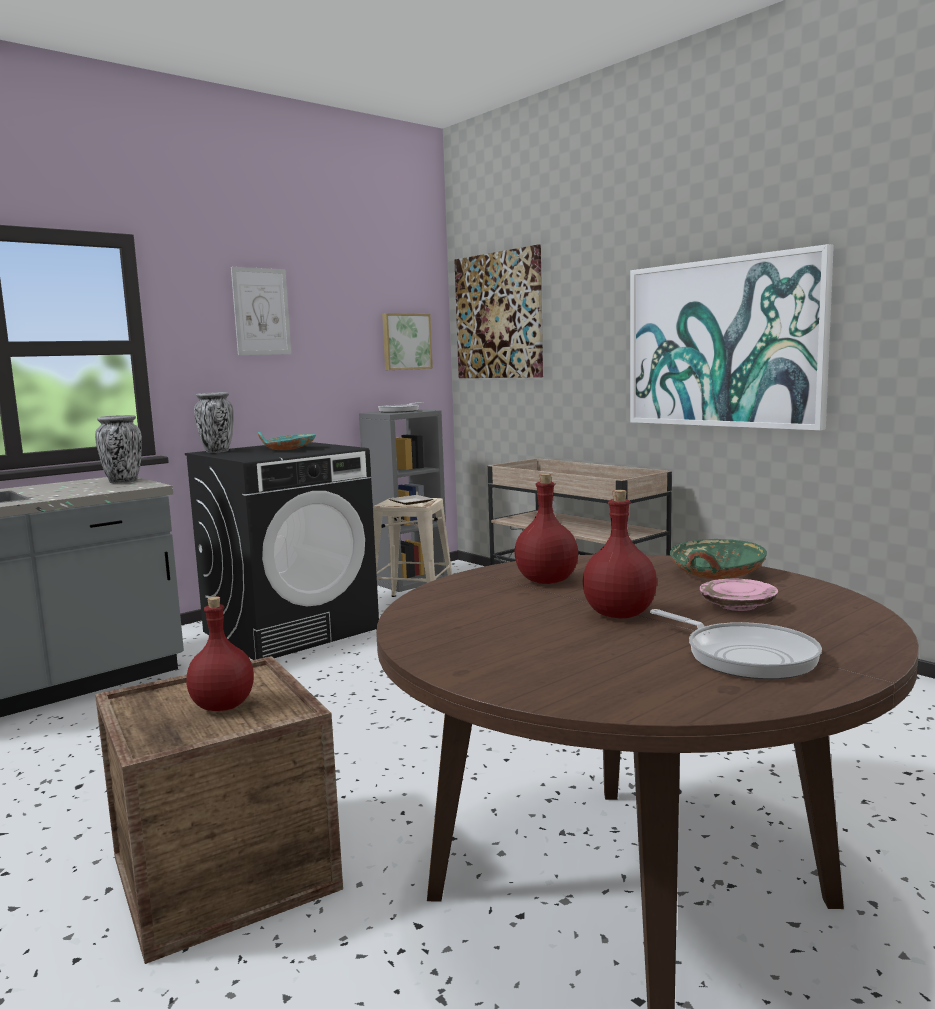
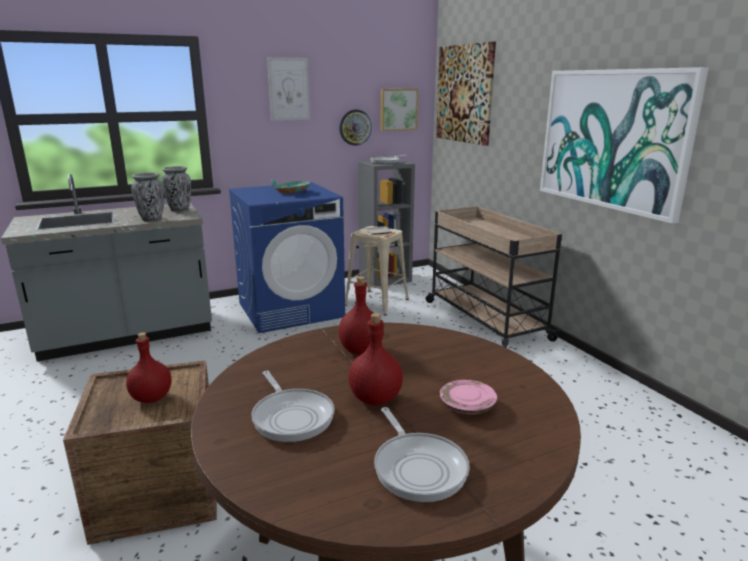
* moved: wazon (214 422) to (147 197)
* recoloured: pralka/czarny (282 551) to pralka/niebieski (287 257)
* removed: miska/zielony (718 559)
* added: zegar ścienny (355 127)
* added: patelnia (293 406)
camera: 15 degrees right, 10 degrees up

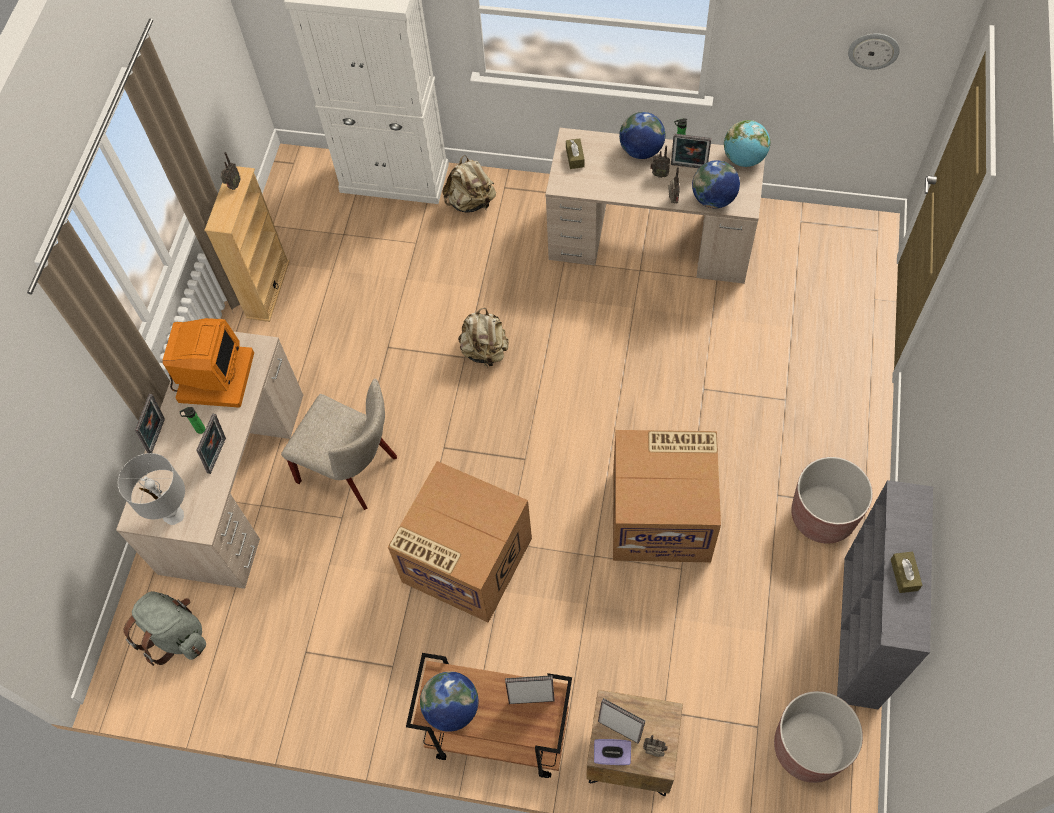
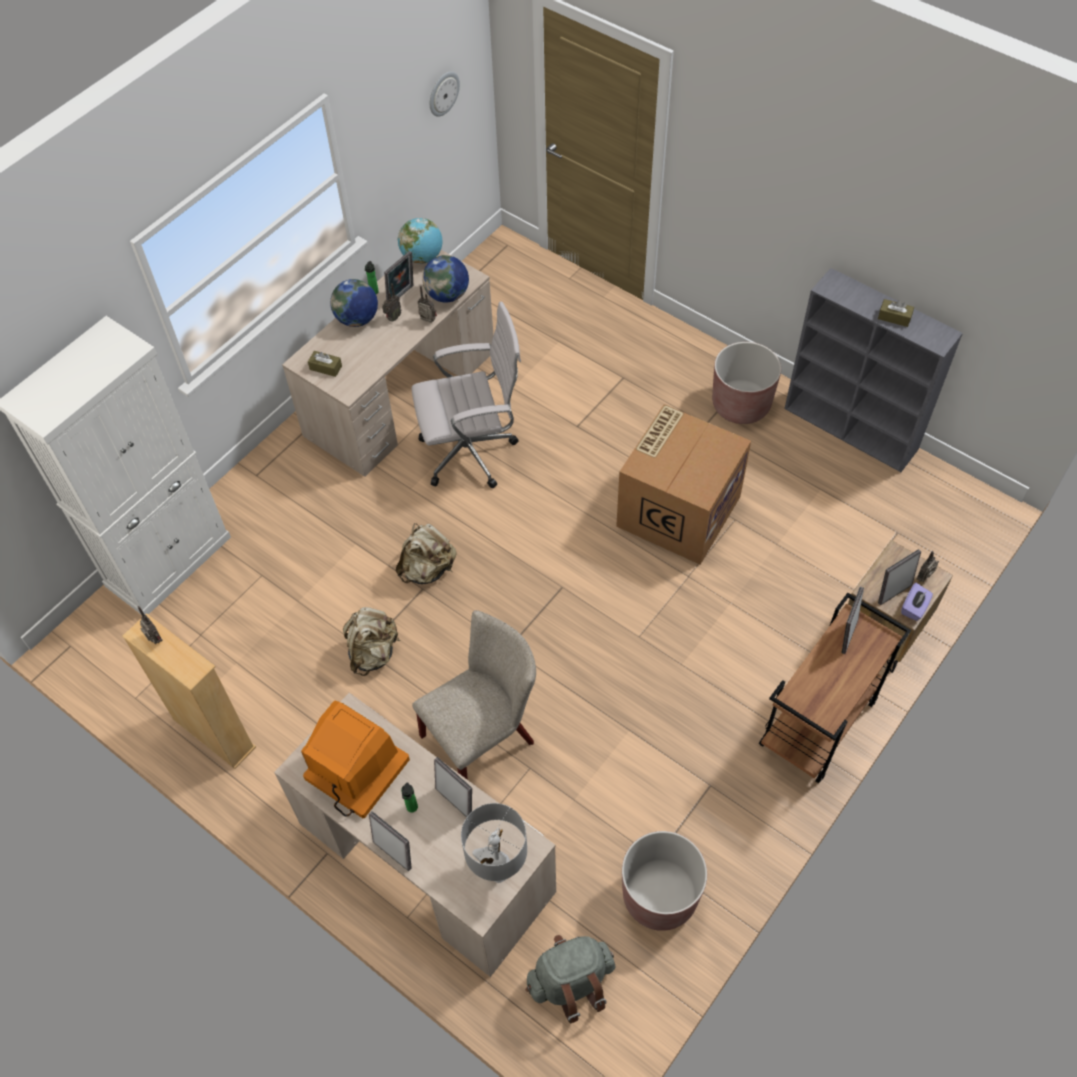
* moved: plecak/beżowy (469 183) to (371 641)
* removed: karton (460 542)
* removed: globus (449 701)
* moved: donica/brązowy (818 737) to (664 881)
* added: krzesło biurowe/biały (466 394)
camera: 65 degrees left, 5 degrees down

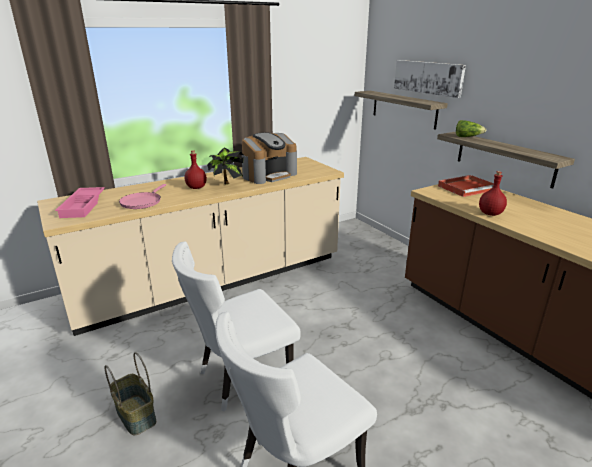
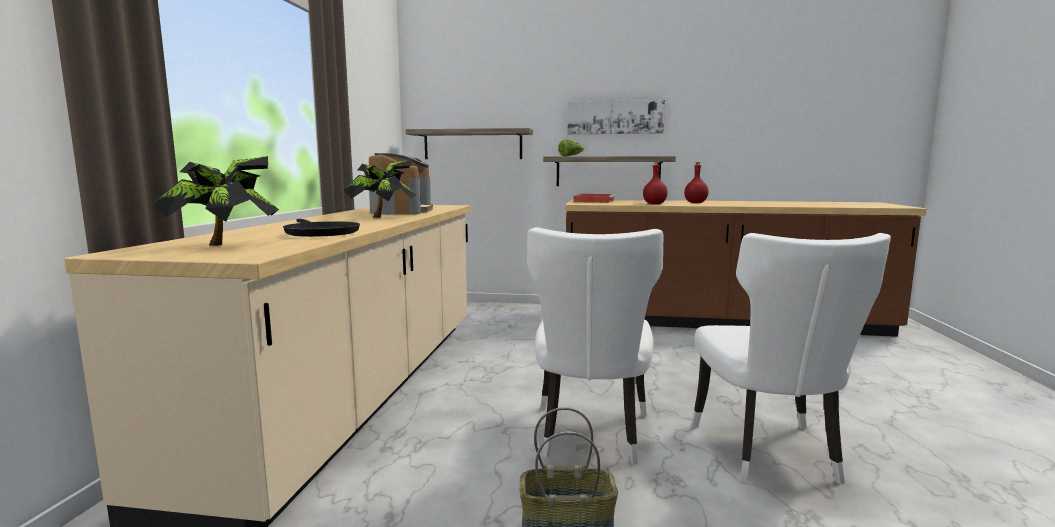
* moved: obraz (430 79) to (616 117)
* moved: butelka/czerwony (196 169) to (696 182)
* recoloured: patelnia/różowy (142 196) to patelnia/czarny (321 228)
* replaced: taca/różowy (80 202) to roślina doniczkowa (216 201)
camera: 50 degrees left, 15 degrees down

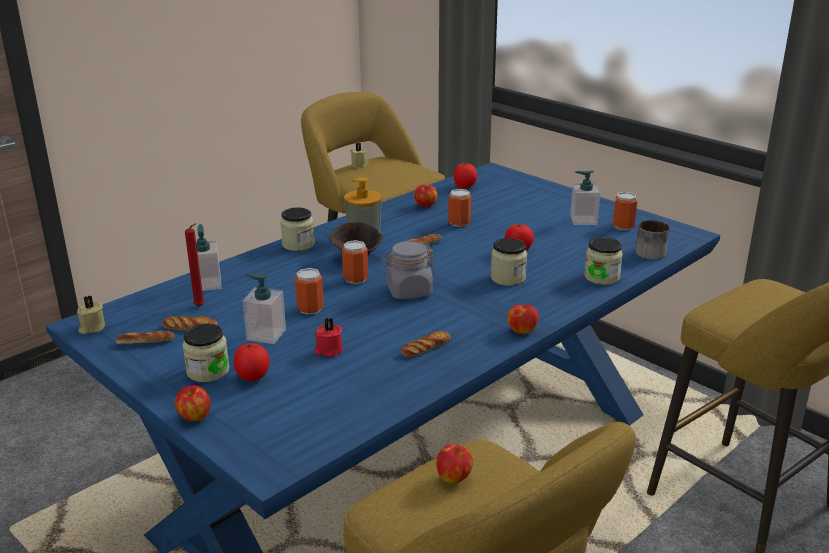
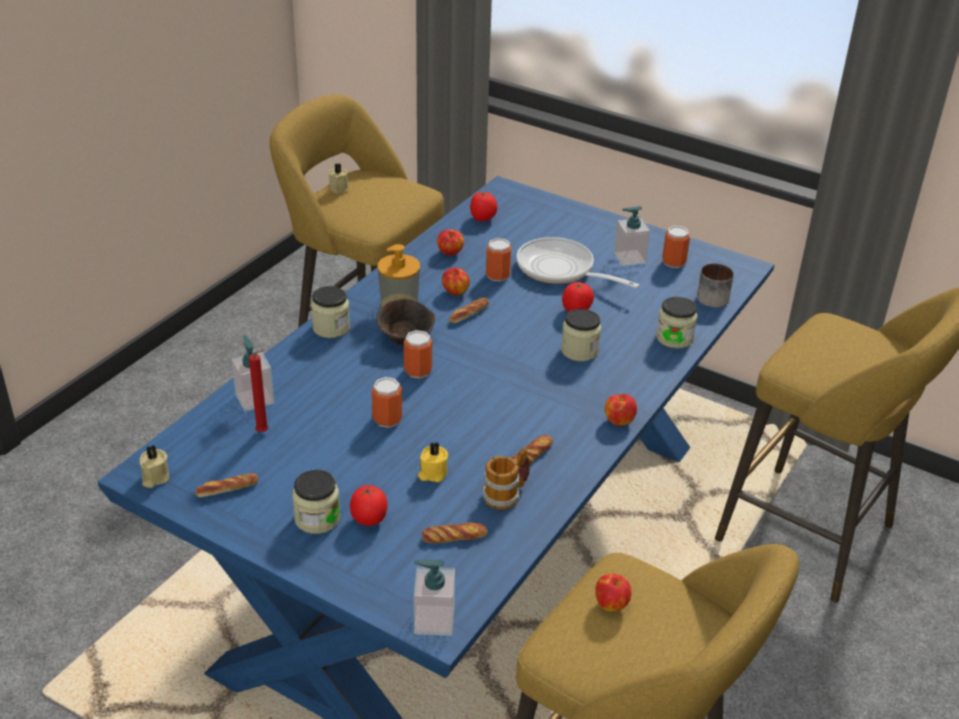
* removed: słoik/szary (408 270)
* moved: dozownik mydła (264 308) to (434 597)
* moved: chleb (190 323) to (454 532)
* recoloured: świeca/czerwony (328 337) to świeca/żółty (433 462)
* moved: jabłko (192 403) to (456 281)
* added: patelnia (578 262)
* added: kubek (506 479)
camera: 15 degrees left, 10 degrees up

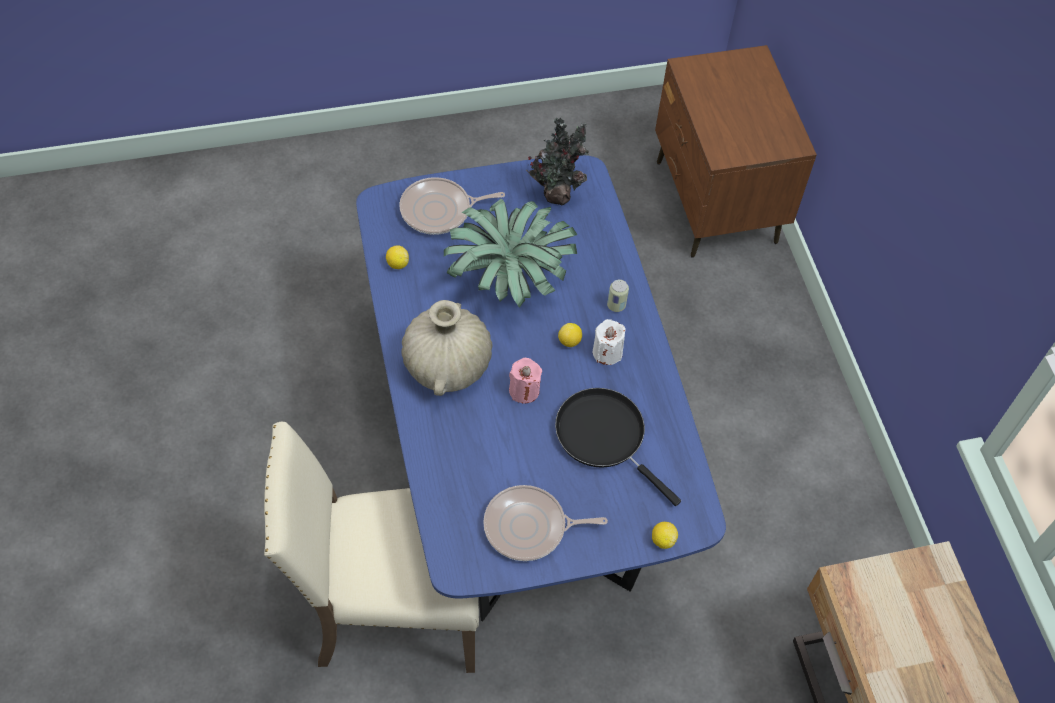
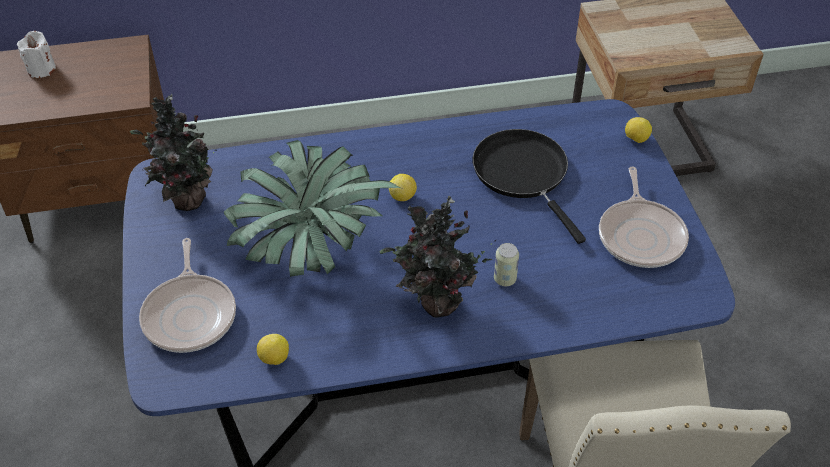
* moved: puszka (618 295) to (506 265)
* replaced: wazon/beżowy (447 348) to roślina doniczkowa (437 257)
* moved: świeca/biały (609 342) to (36 54)
* removed: świeca/różowy (525 380)
* turned: patelnia/czarny (618 447) = (529 186) 105 degrees clockwise
camera: 85 degrees left, 10 degrees down

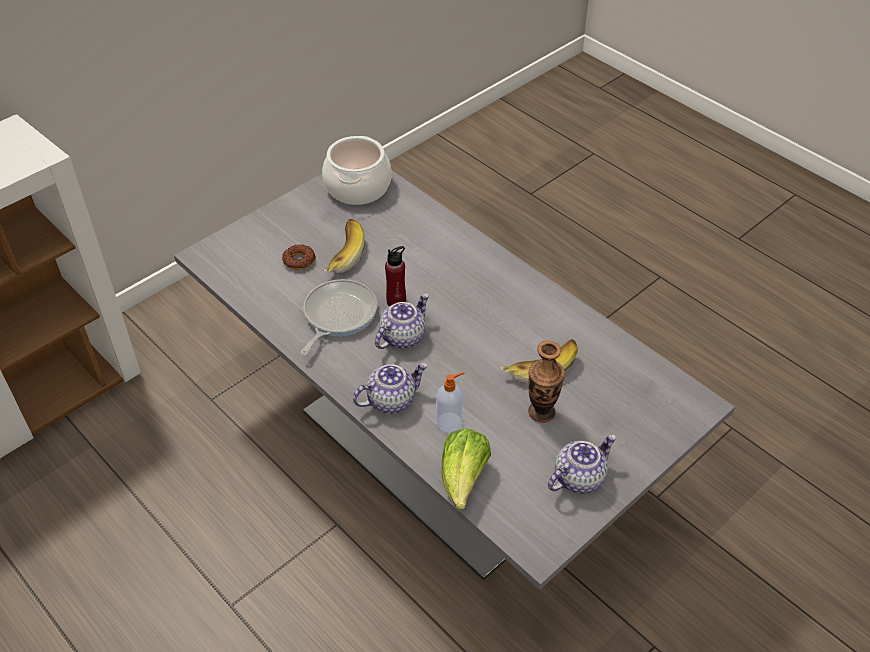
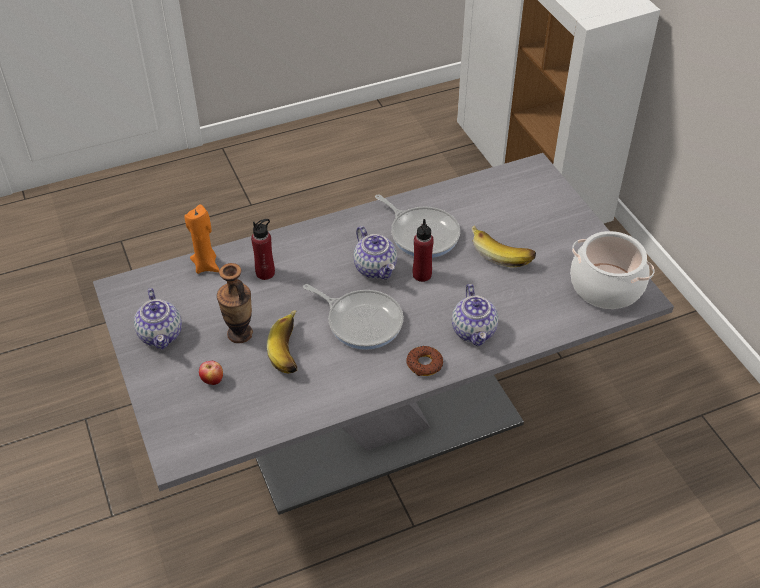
* moved: donut (299 257) to (425 361)
* moved: imbryk (390 388) to (475 315)
* replaced: dozownik mydła (450 402) to butelka/czerwony (263 249)
* replaced: sałata (466 469) to świeca/pomarańczowy (202 239)
* added: patelnia (353 317)
* added: jabłko (211 373)
camera: 110 degrees right, 0 degrees up

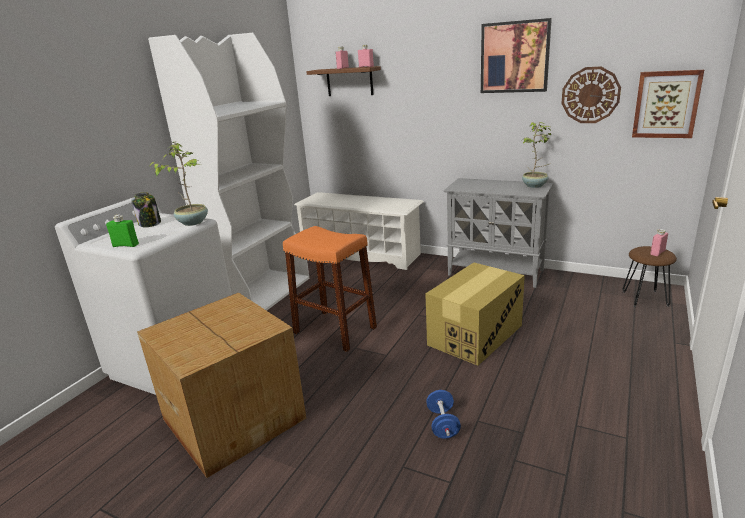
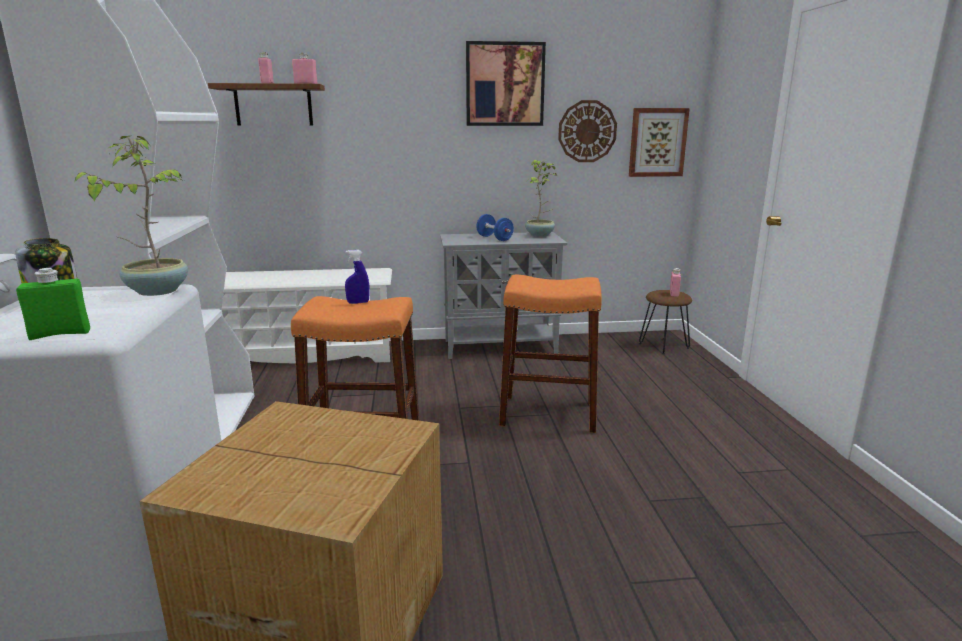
* replaced: karton (475 314) to stołek/pomarańczowy (550 354)
* moved: hantel/niebieski (443 414) to (495 227)
* added: spryskiwacz/niebieski (357 277)
camera: 35 degrees left, 5 degrees down

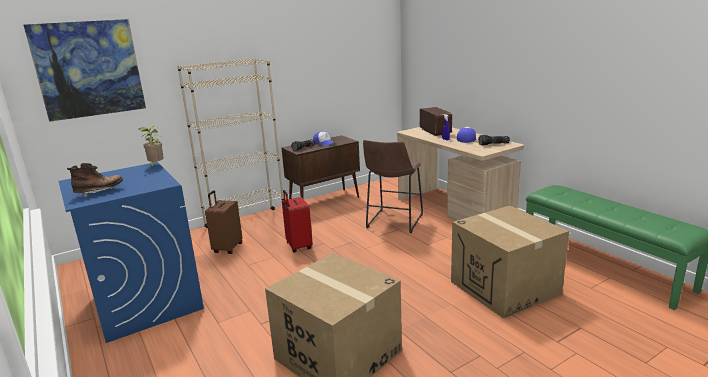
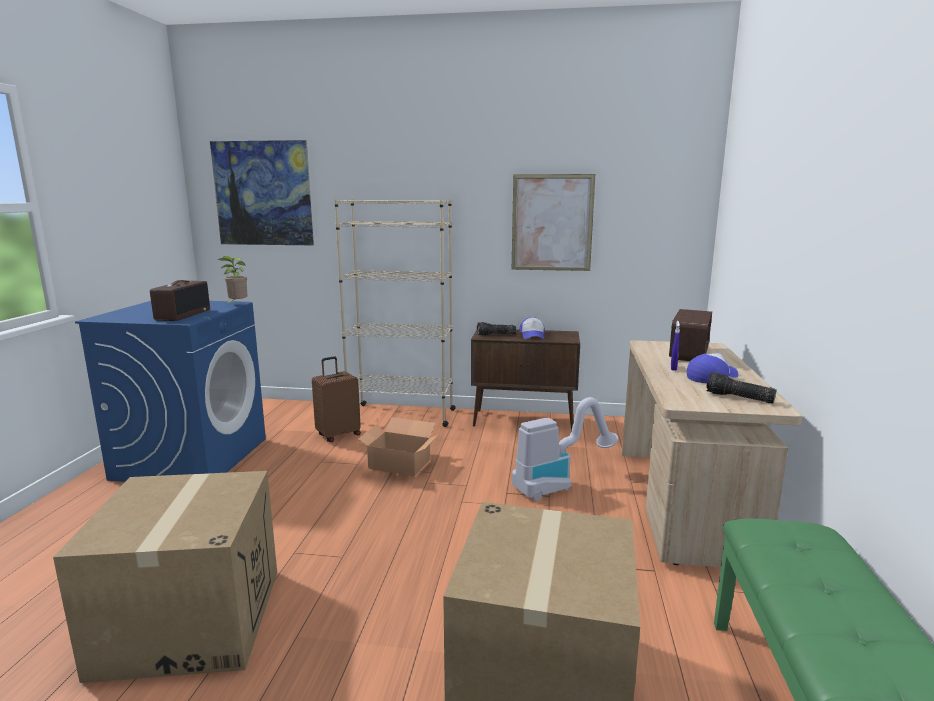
* replaced: stołek/brązowy (393 186) to odkurzacz (565 449)
* removed: but z cholewką/brązowy (95 180)
* replaced: walizka/czerwony (297 221) to karton (398 446)
* added: obraz (553 222)
* added: radio (180 300)
camera: 40 degrees right, 5 degrees down

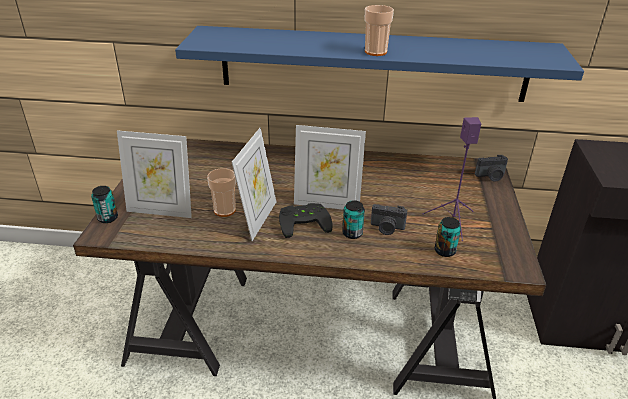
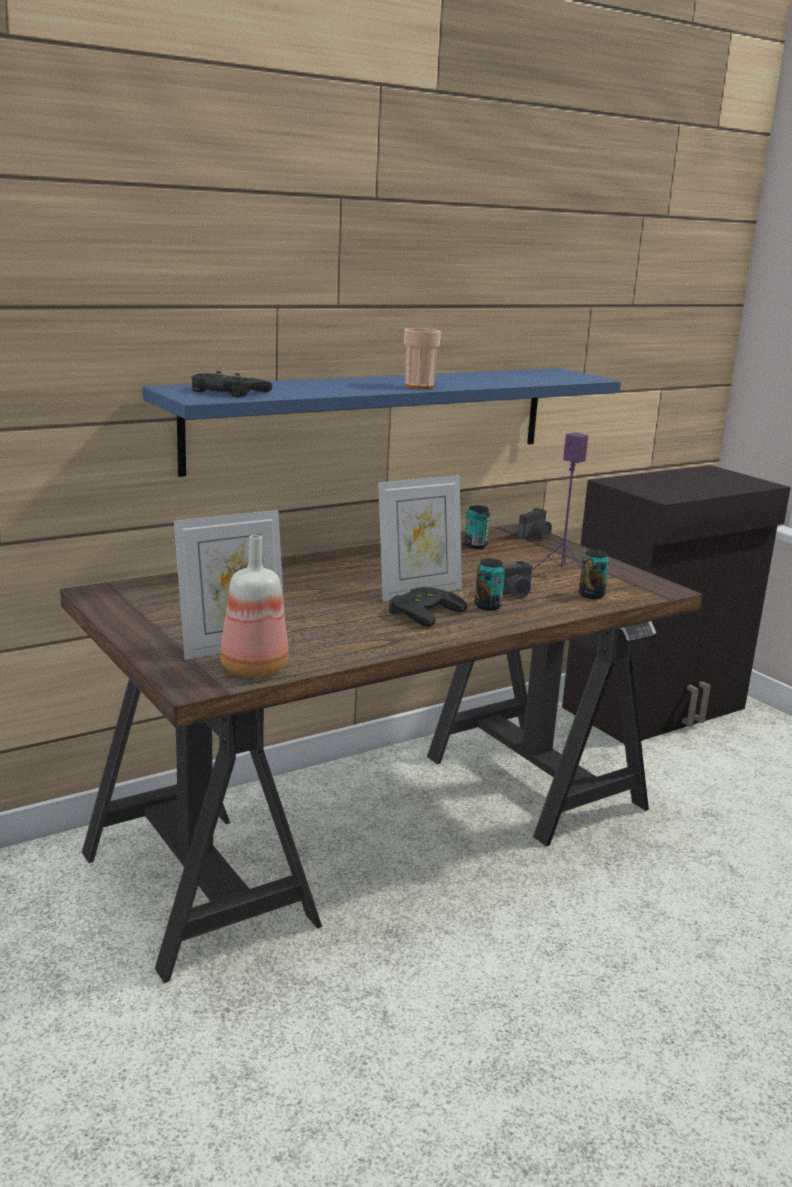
* removed: ramka na zdjęcie (254 184)
* removed: filiżanka (221 192)
* moved: puszka (104 204) to (477 527)
* added: pad do gier/czarny (231 384)
* added: butelka (254 606)
camera: 40 degrees left, 15 degrees down

